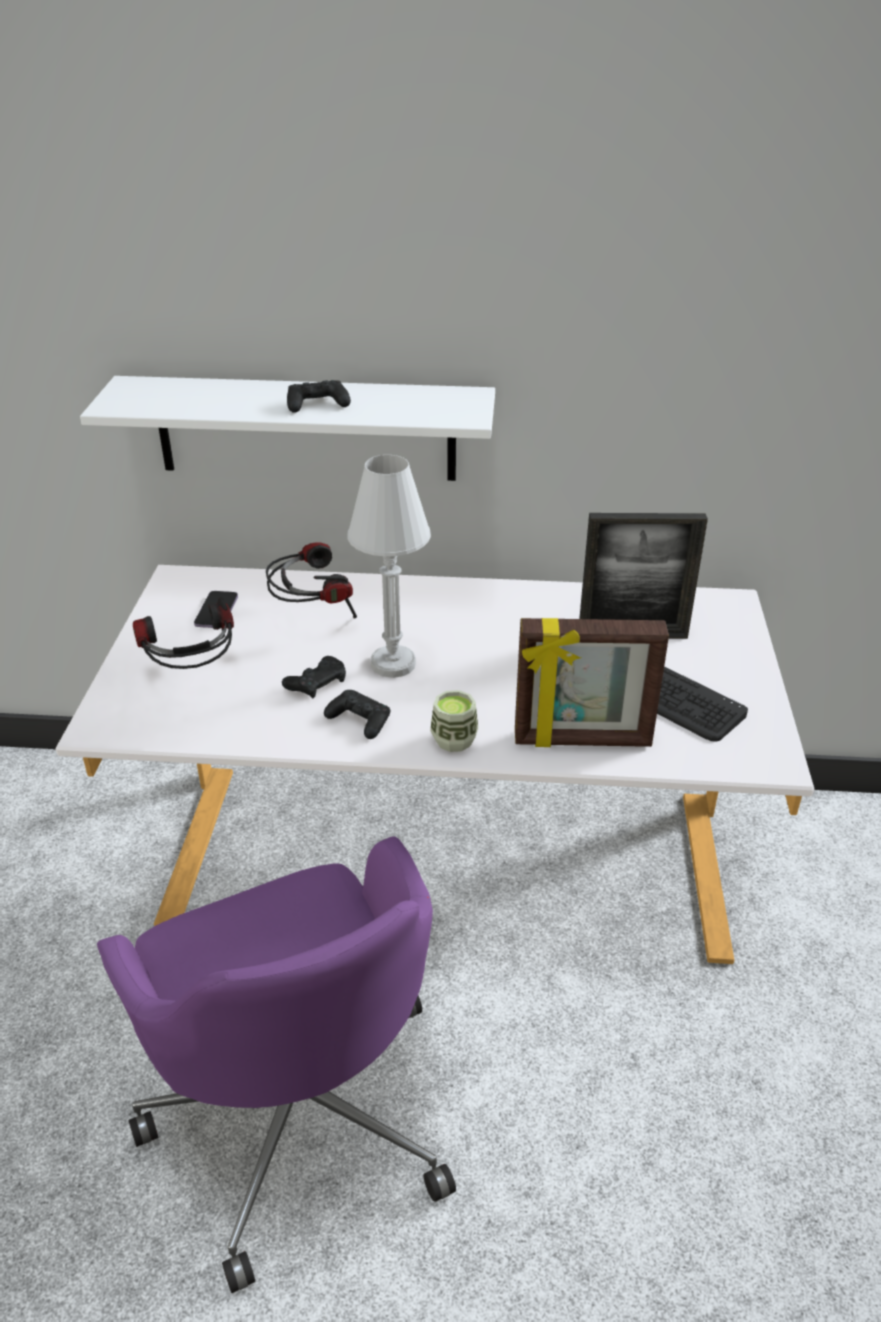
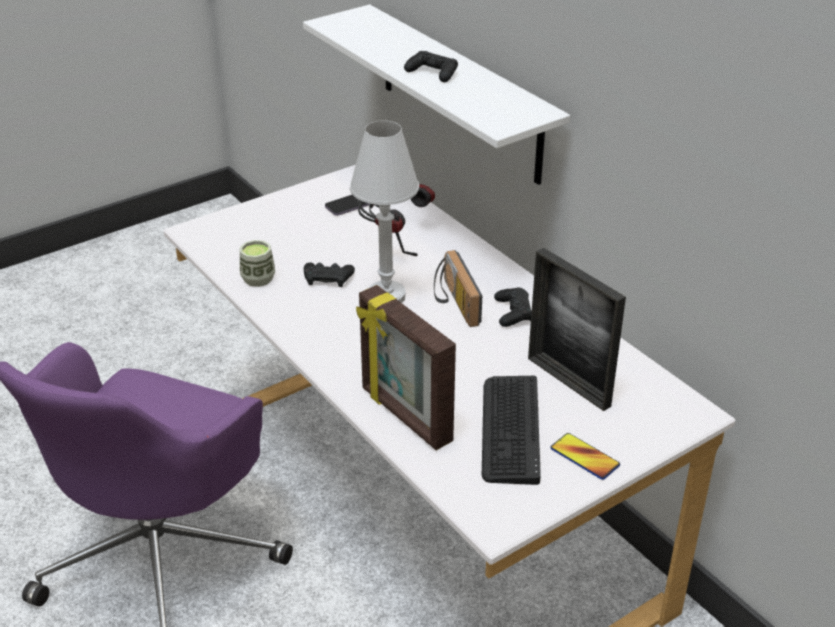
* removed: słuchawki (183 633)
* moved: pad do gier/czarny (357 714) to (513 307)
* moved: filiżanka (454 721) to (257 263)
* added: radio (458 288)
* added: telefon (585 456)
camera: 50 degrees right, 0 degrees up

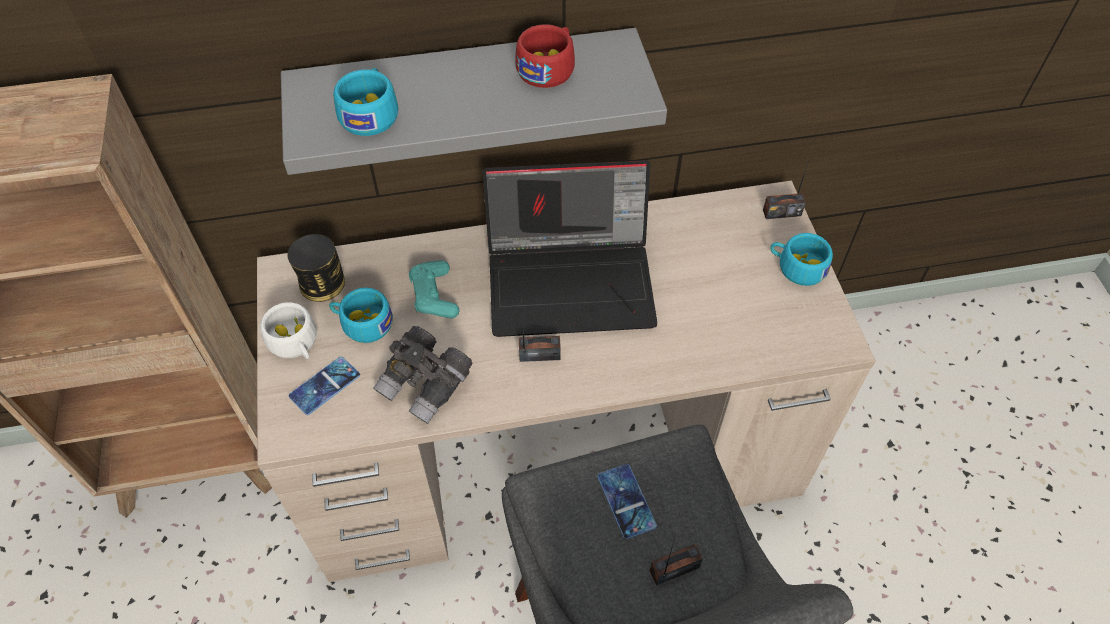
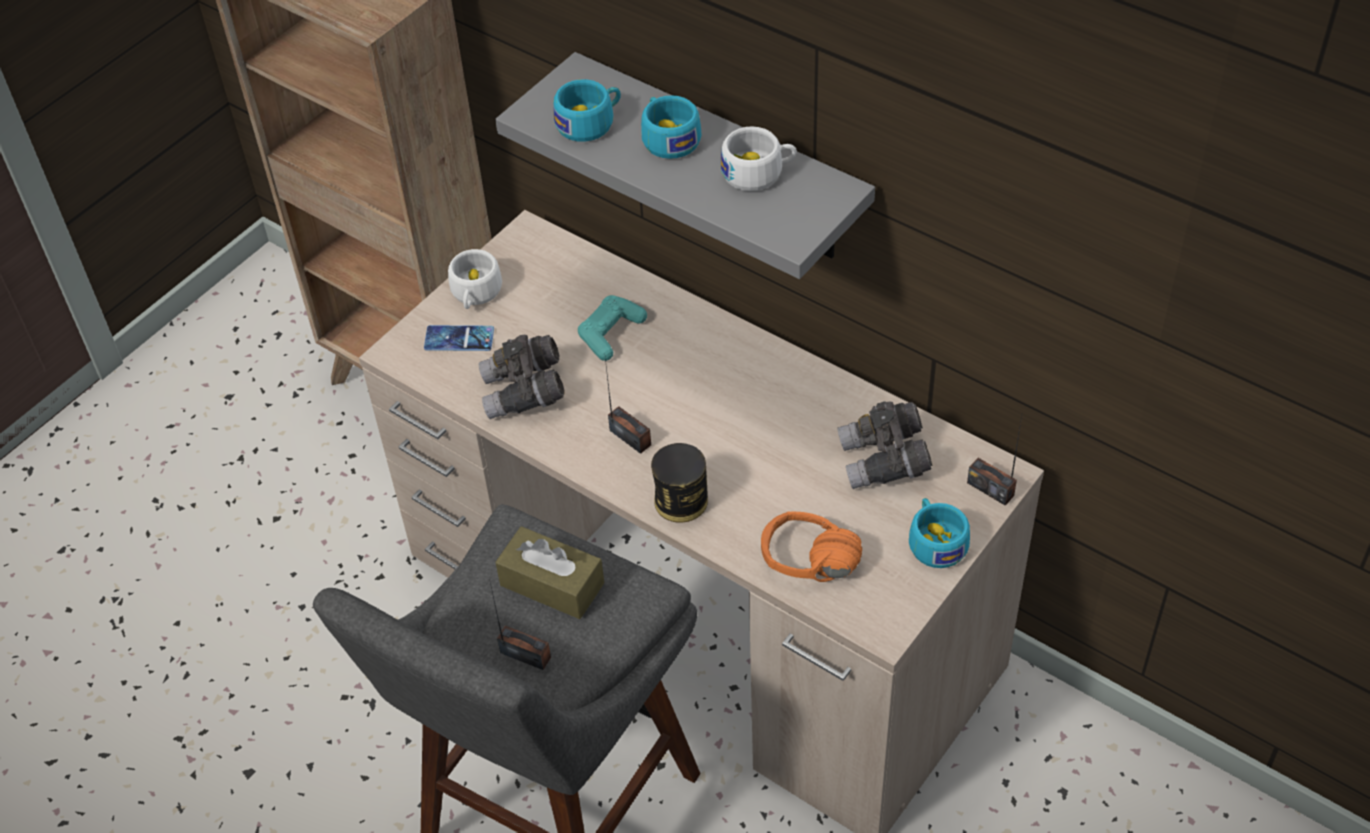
* recoloured: filiżanka/czerwony (545 56) to filiżanka/biały (759 158)
* removed: laptop (569 248)
* moved: puszka (316 268) to (679 483)
* moved: filiżanka/turkusowy (361 315) to (671 127)
* replaced: telefon (627 501) to pudełko chusteczek/brązowy (549 572)
* added: lornetka/szary (885 445)
* added: słuchawki/pomarańczowy (811 546)
camera: 50 degrees right, 5 degrees down

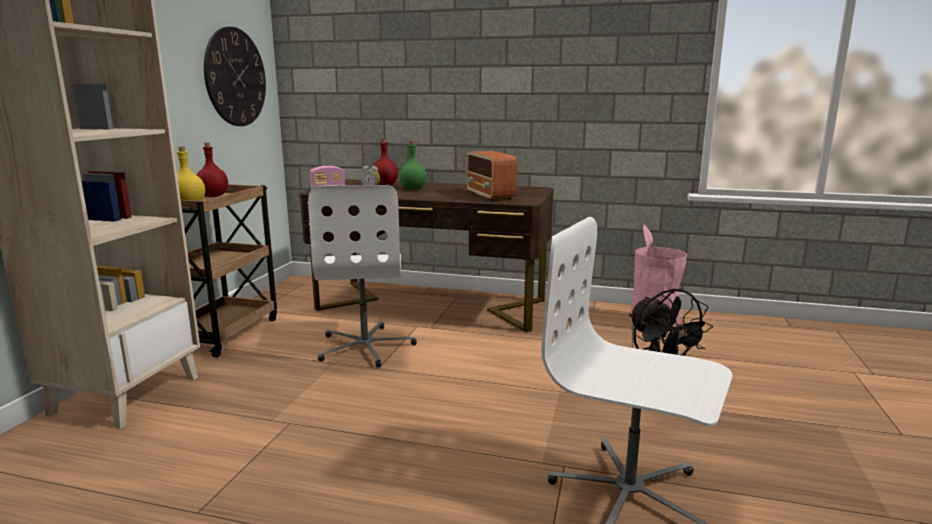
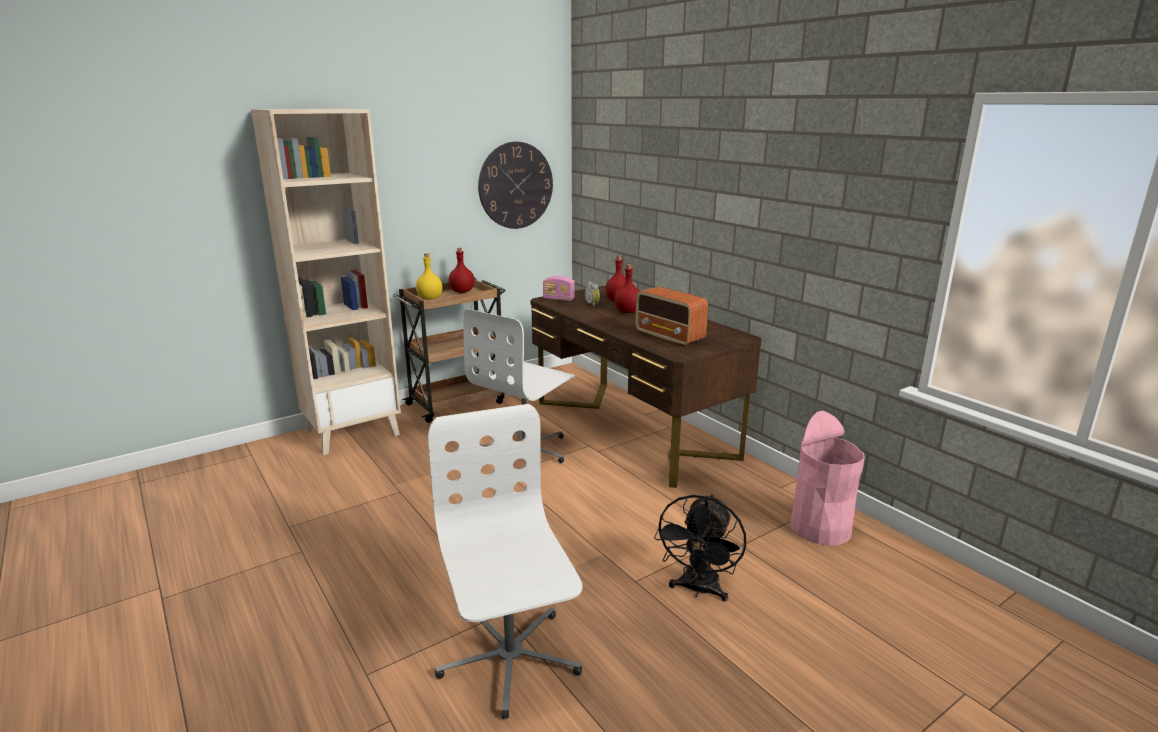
* recoloured: butelka/zielony (413 165) to butelka/czerwony (626 288)
* turned: radio (491 176) = (671 317) 60 degrees counterclockwise
camera: 40 degrees right, 5 degrees up

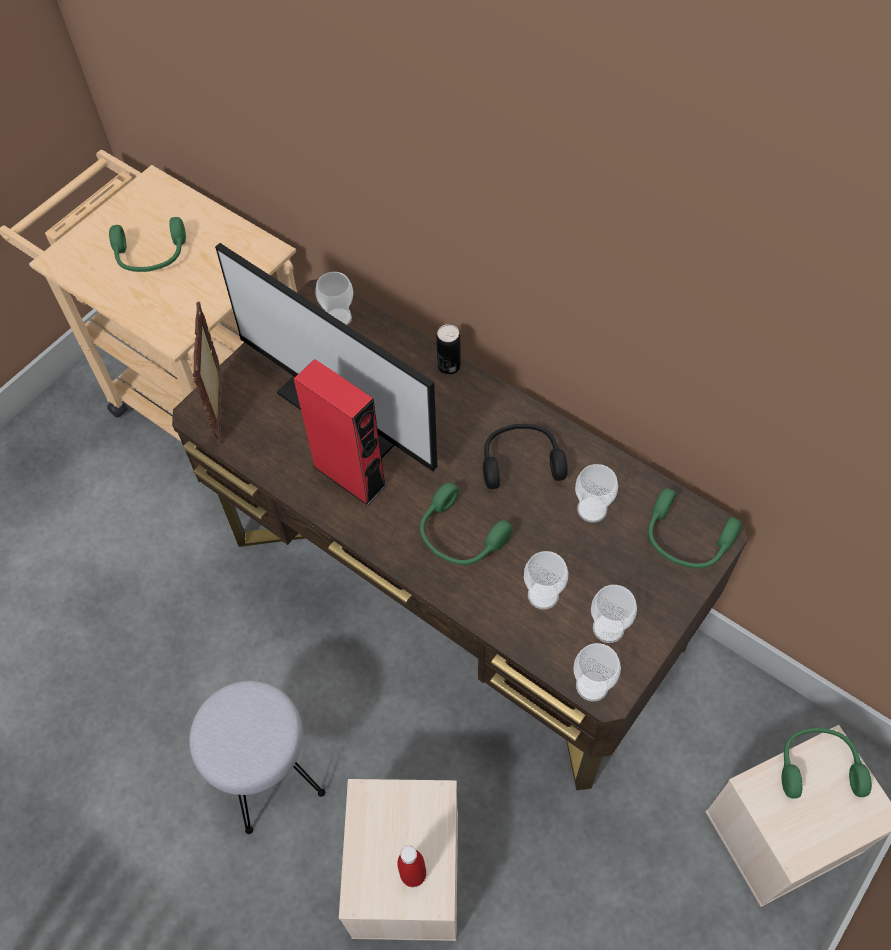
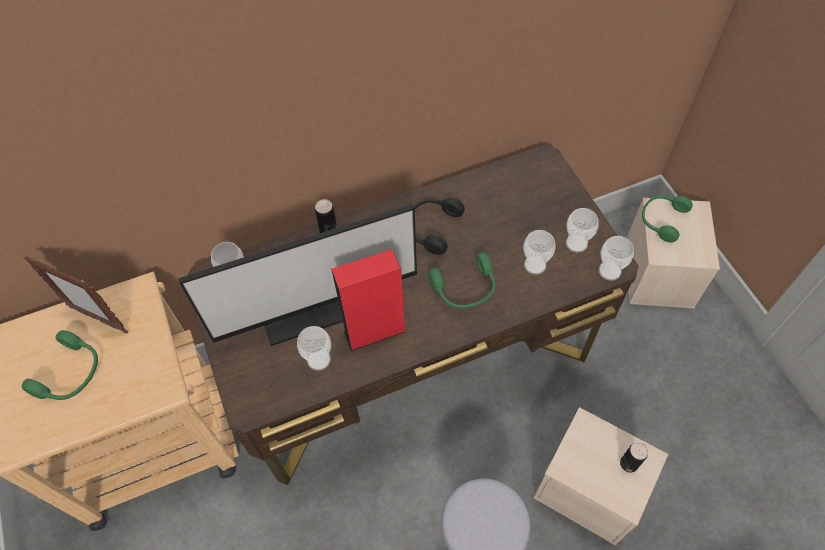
* moved: ramka na zdjęcie (208 373) to (76 295)
* moved: filiżanka (596 493) to (314 348)
* removed: słuchawki/zielony (694 528)
* replaced: butelka/czerwony (411 866) to puszka (634 457)
camera: 60 degrees left, 0 degrees up

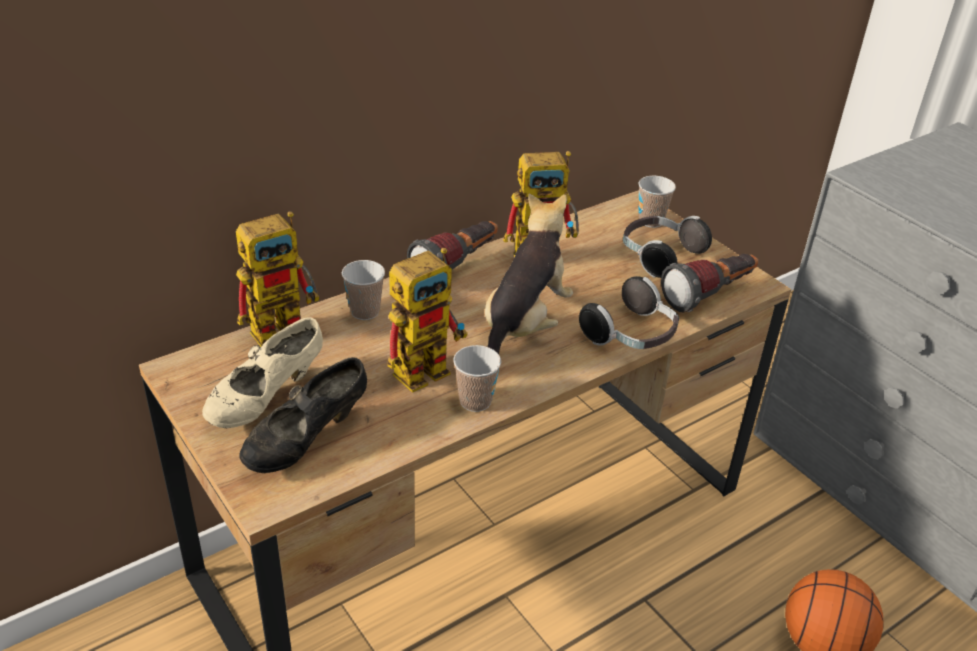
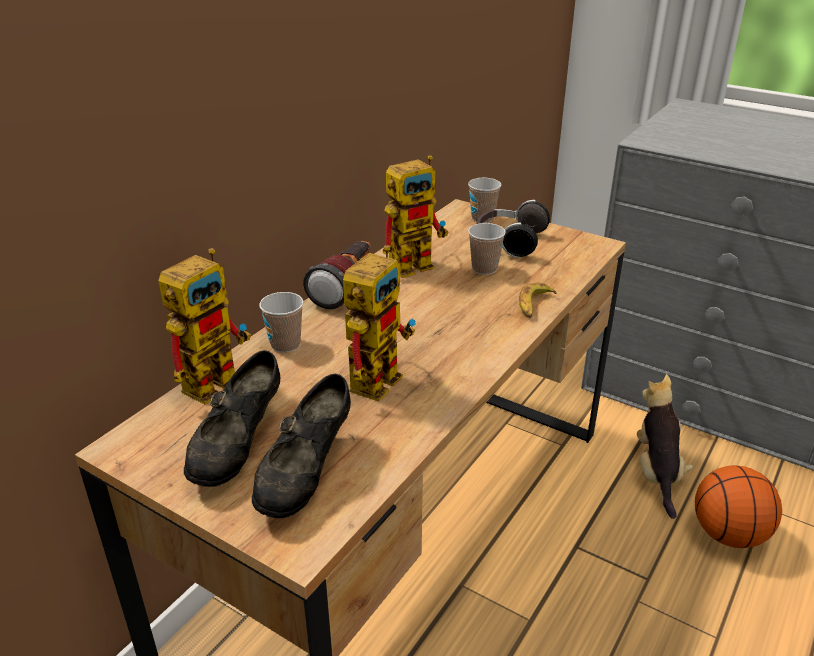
* moved: pluszak (529 274) to (665 446)
* removed: latarka (710 283)
* replaced: słuchawki (629 312) to banan (537 300)
* recoloured: but/beżowy (262 372) to but/czarny (232 418)
* moved: filiżanka (477 378) to (487 249)
camera: 20 degrees left, 5 degrees down

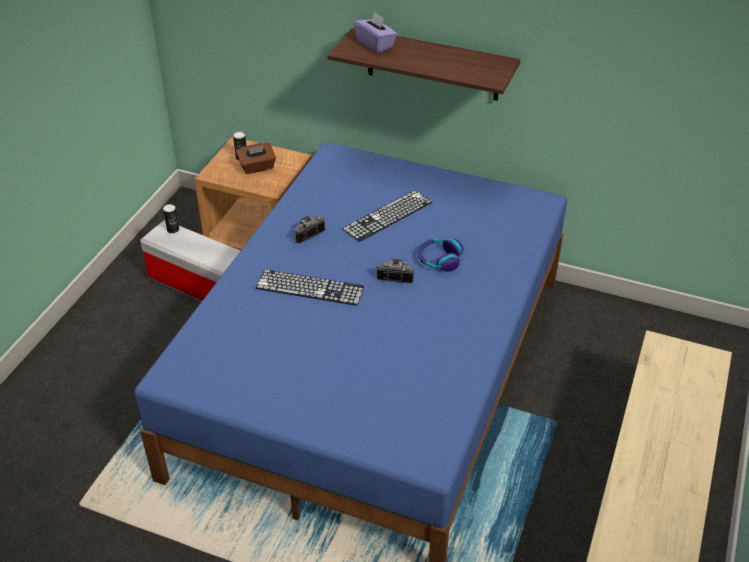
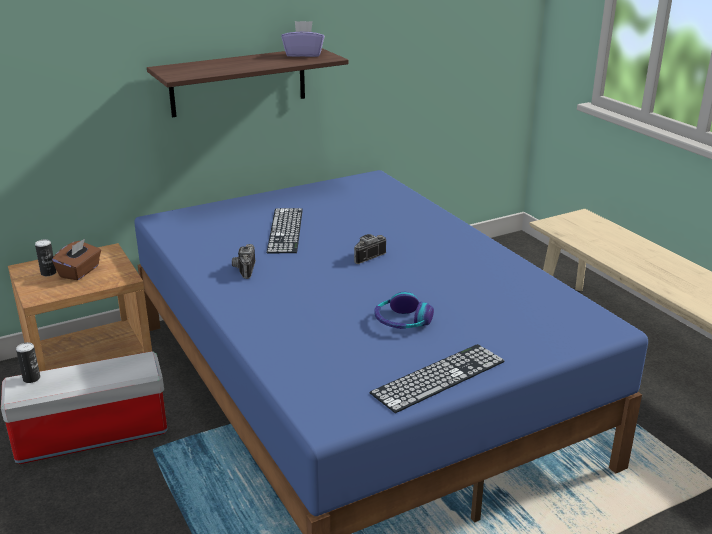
* moved: pudełko chusteczek/fioletowy (375 32) to (303 39)
* moved: słuchawki (441 255) to (404 310)
* moved: klawiatura (309 287) to (437 378)
camera: 50 degrees left, 15 degrees down

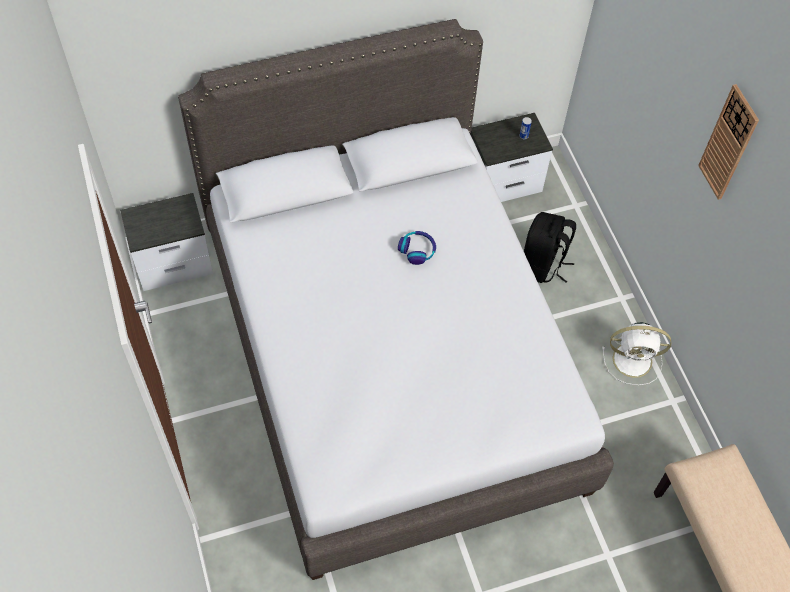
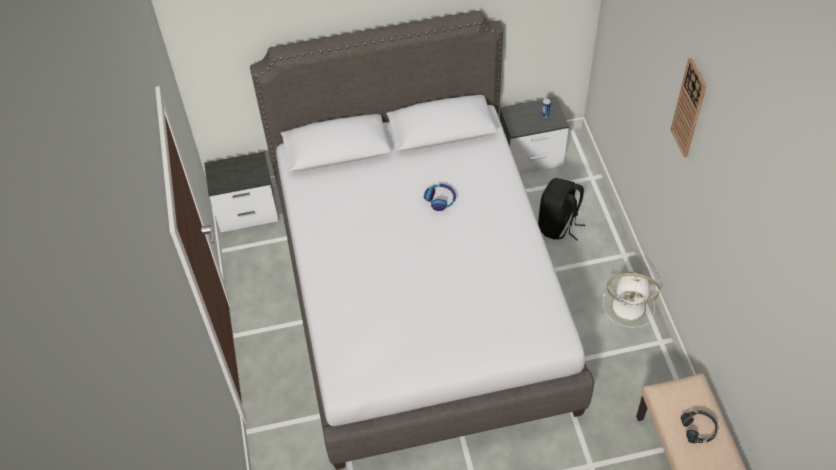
* added: słuchawki/czarny (699 427)
camera: 10 degrees right, 5 degrees down

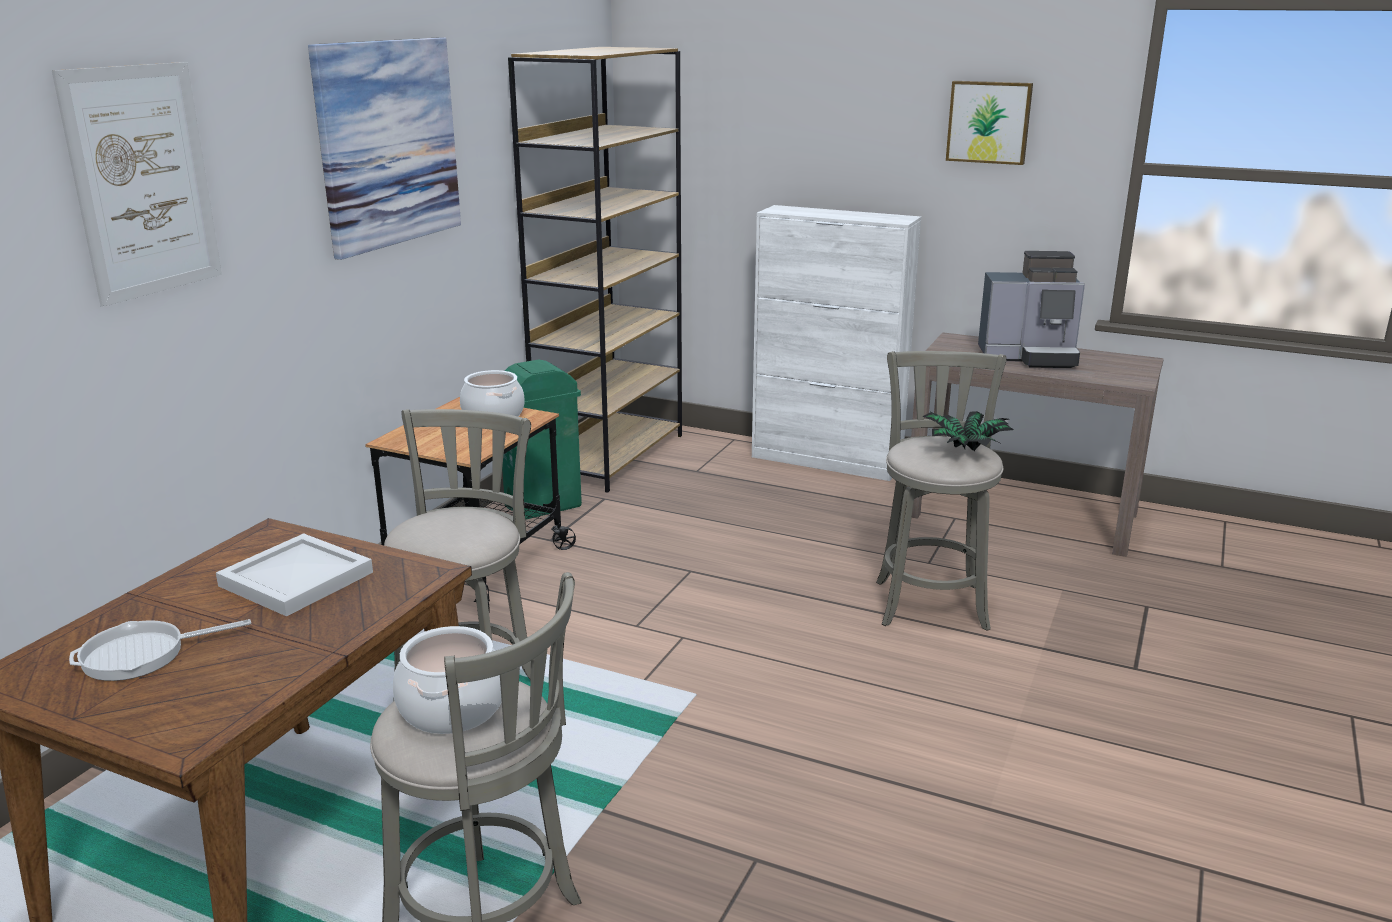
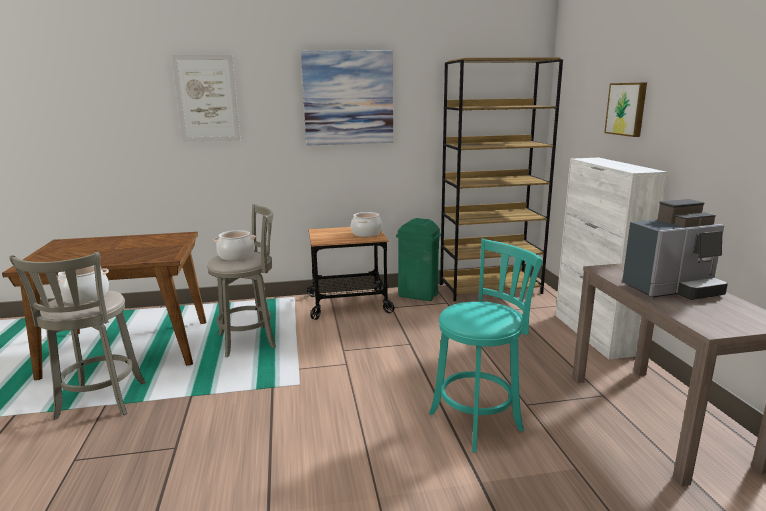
* moved: obraz (989 123) to (625 110)
* turned: ekspres do kawy (1031 309) = (675 249) 75 degrees counterclockwise
* recoloured: stołek/szary (941 491) to stołek/turkusowy (485 345)
* removed: roślina doniczkowa (967 431)
* removed: taca/biały (294 575)
* removed: patelnia (160 650)
* added: garnek (235 245)
camera: 55 degrees right, 5 degrees down

